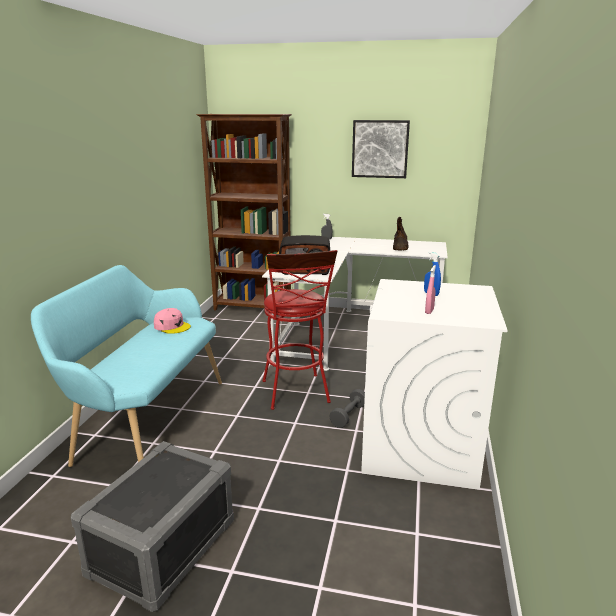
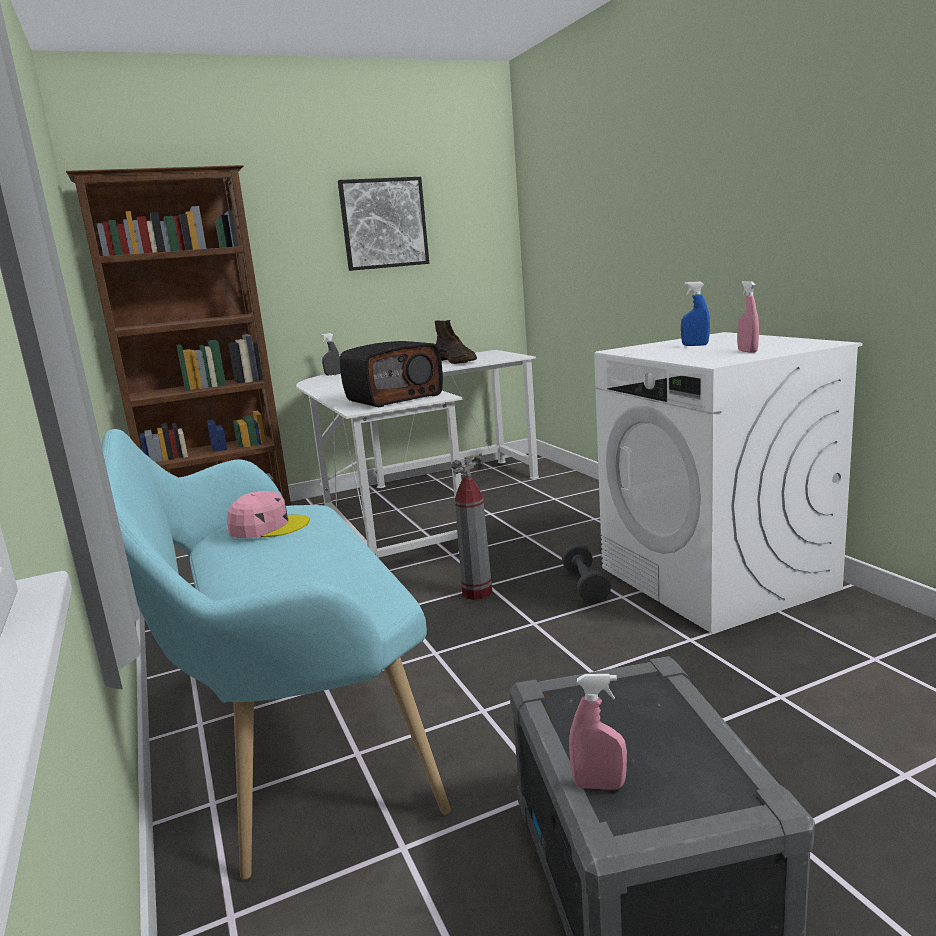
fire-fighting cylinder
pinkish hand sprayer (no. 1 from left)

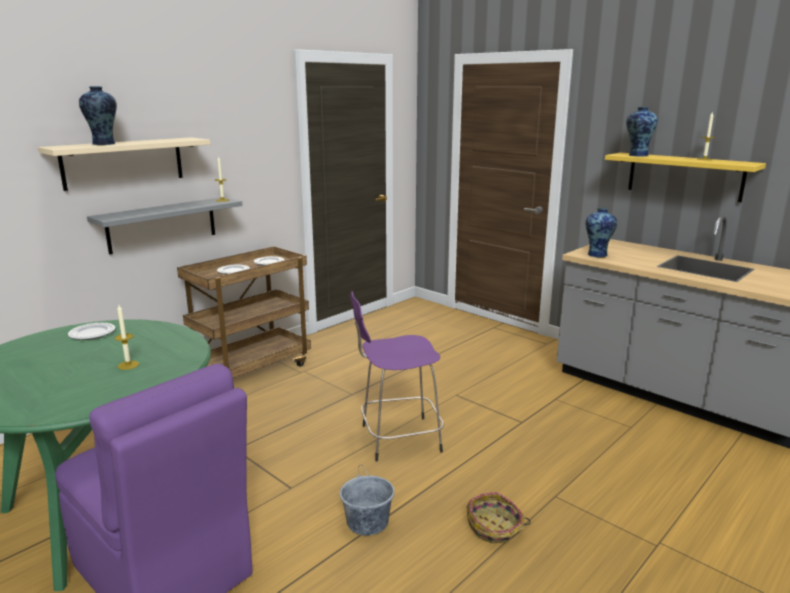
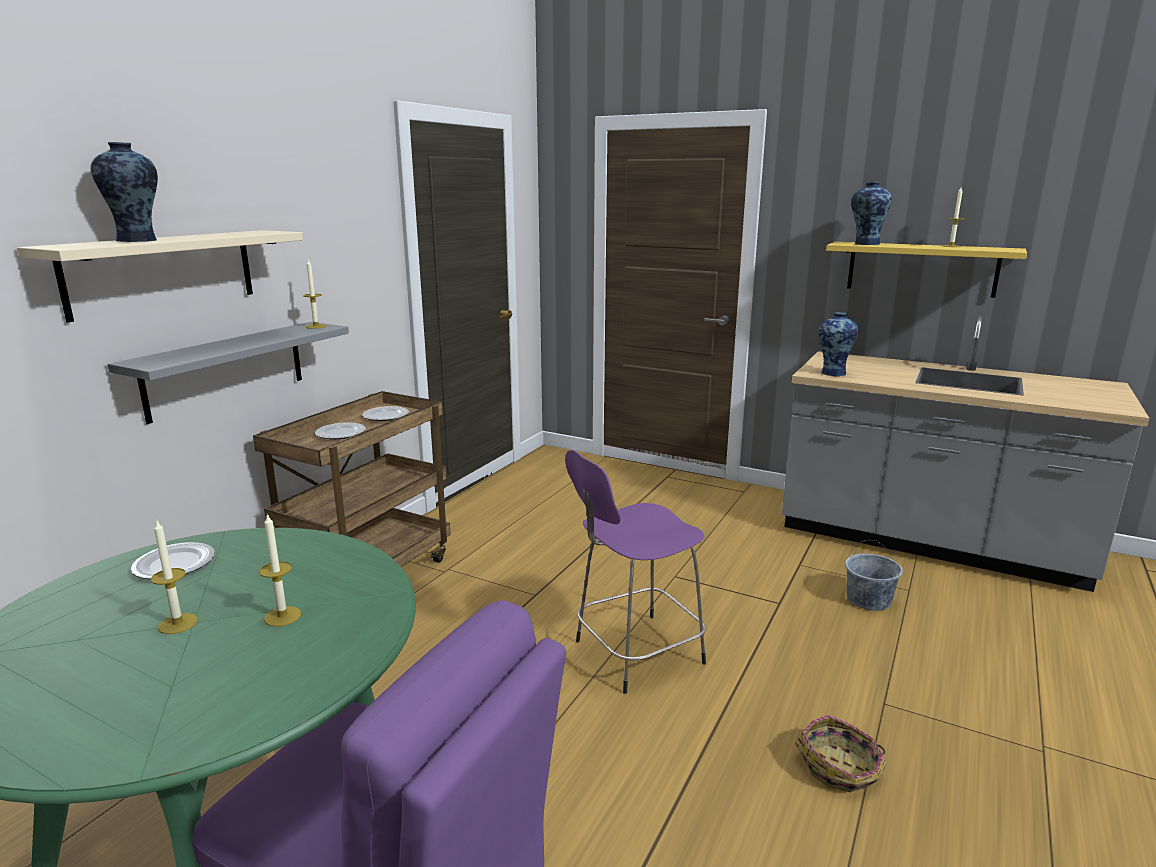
wax light (no. 1 from left)
gray bucket

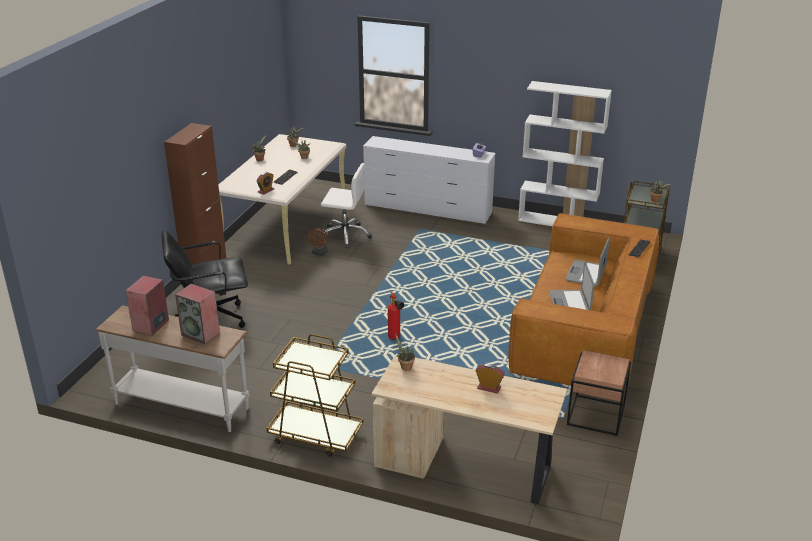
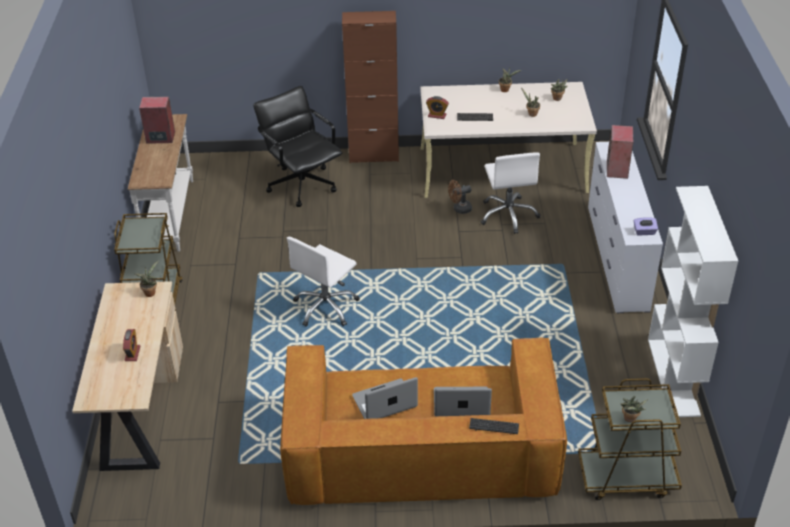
whitish computer chair (no. 1 from left)
audio speaker (no. 2 from left)
brown accent table

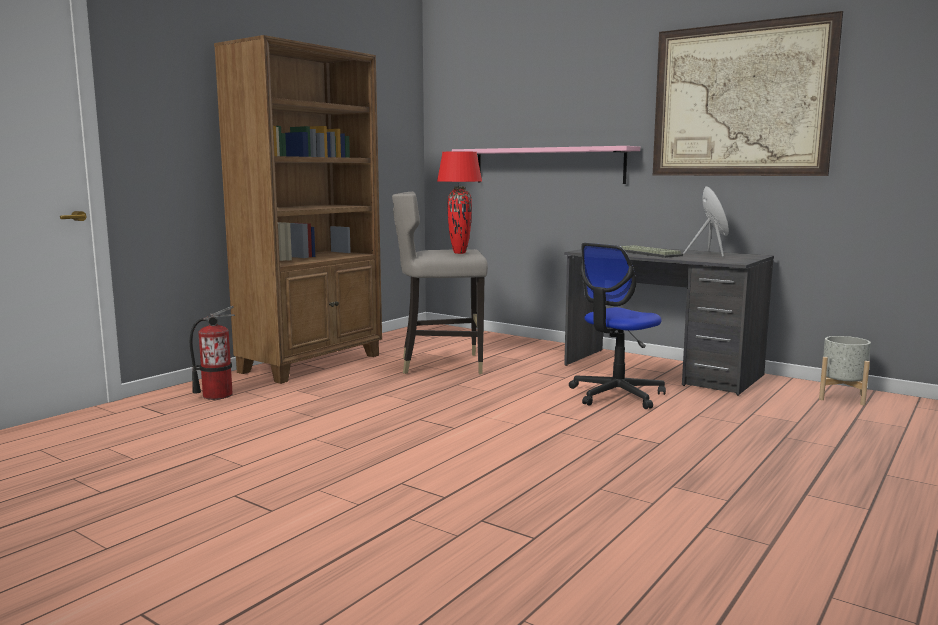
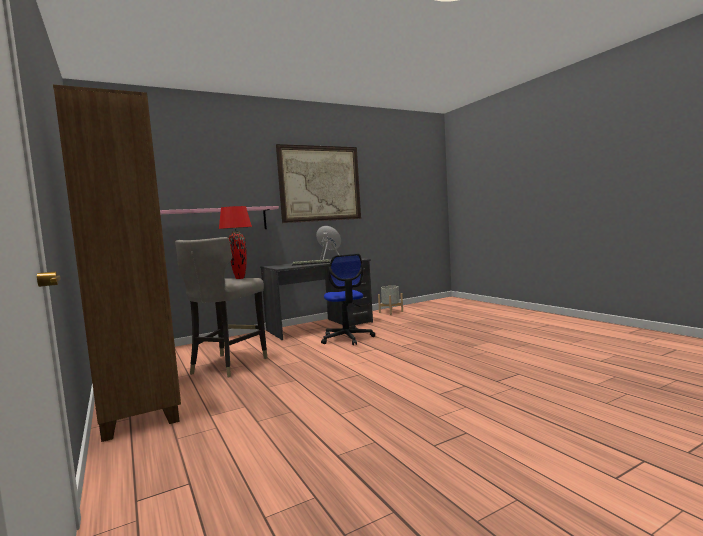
fire-fighting cylinder

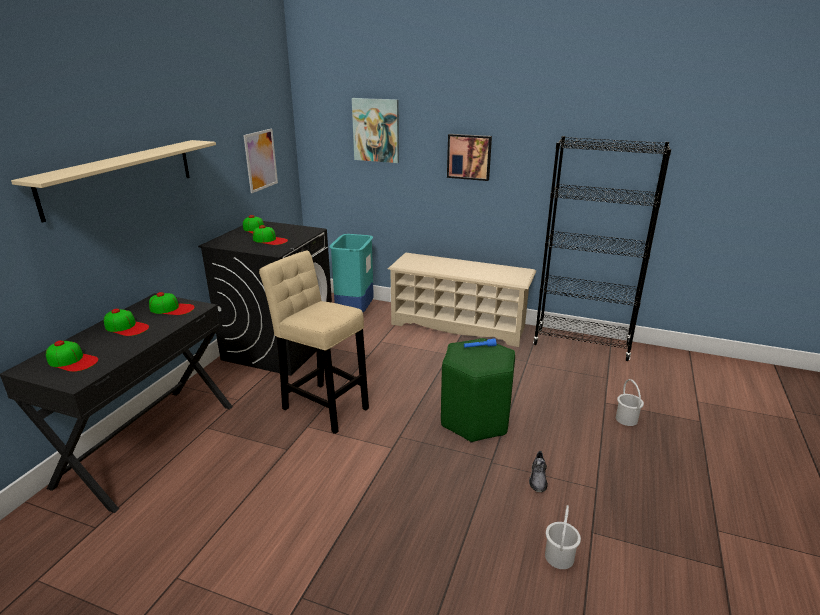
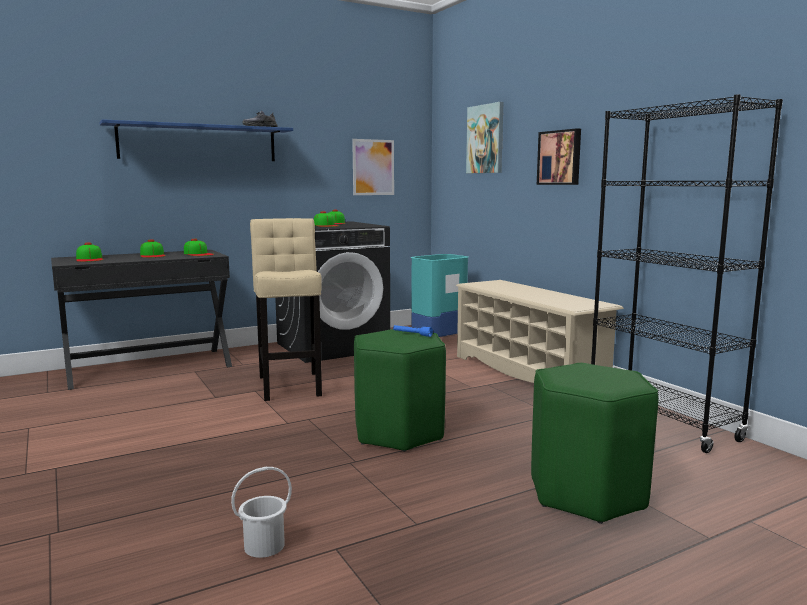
bluish wall shelf
gray item of footwear
green stool seat (no. 2 from left)

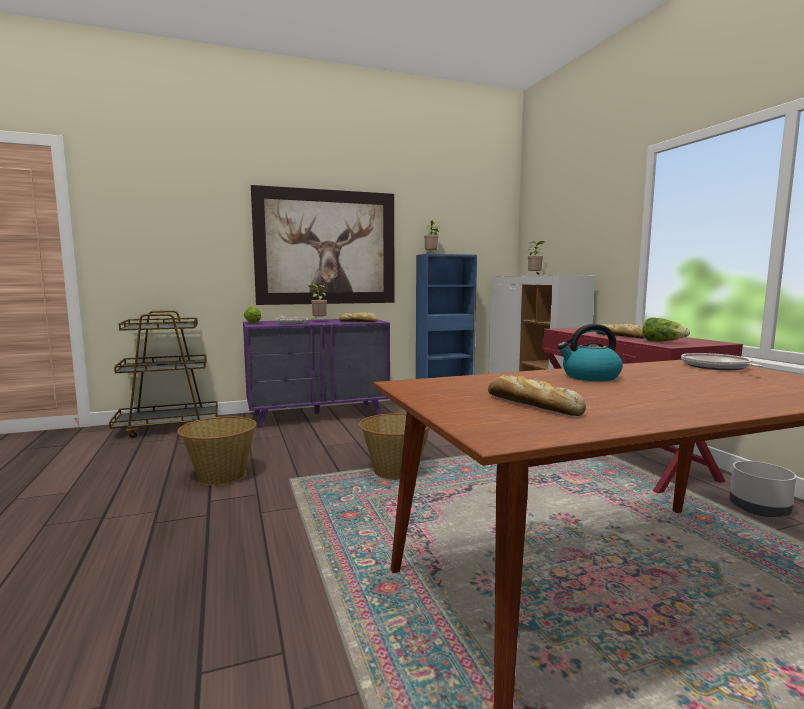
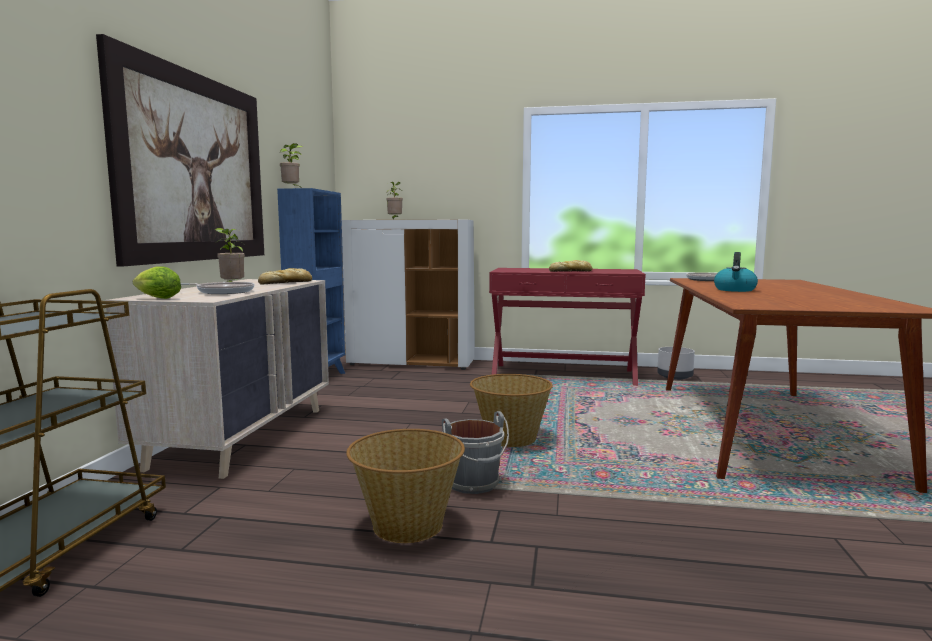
beige-coloured chest of drawers
gray bucket
bakery bread (no. 2 from left in the first image)
lettuce head (no. 2 from left in the first image)

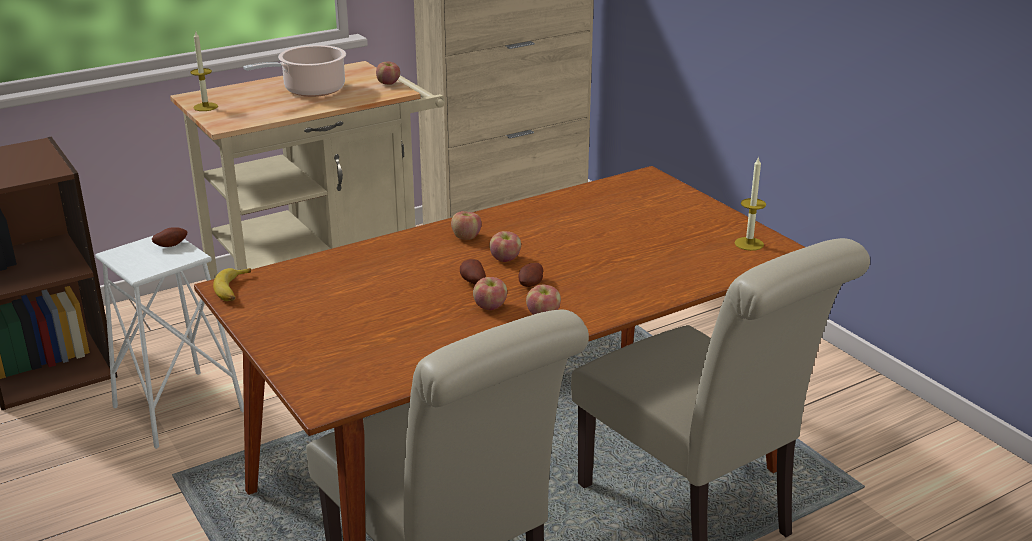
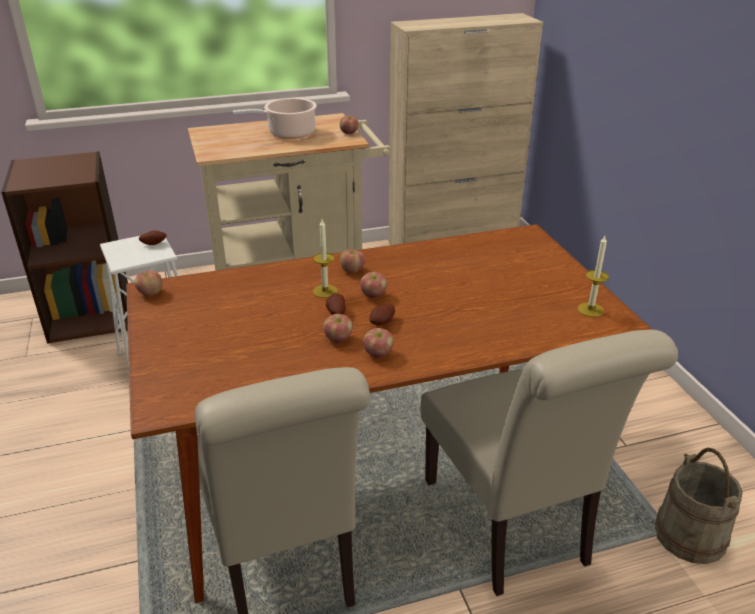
whole apple (no. 1 from left)
wax light (no. 1 from left)
beige-coloured bucket

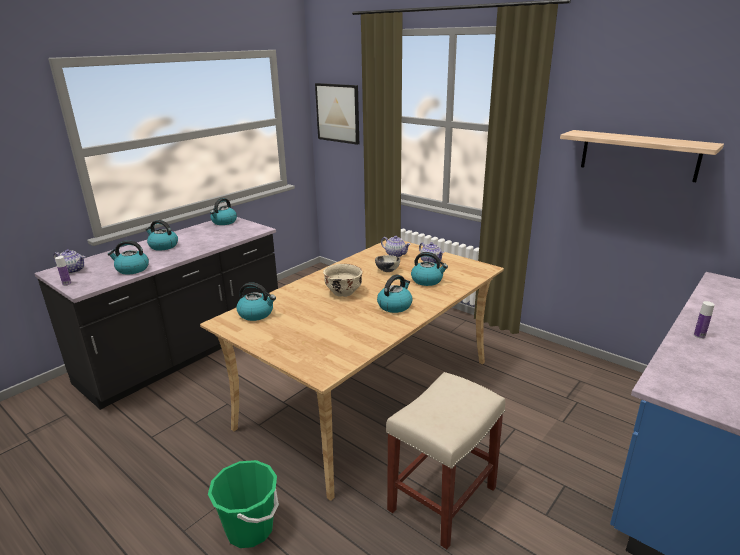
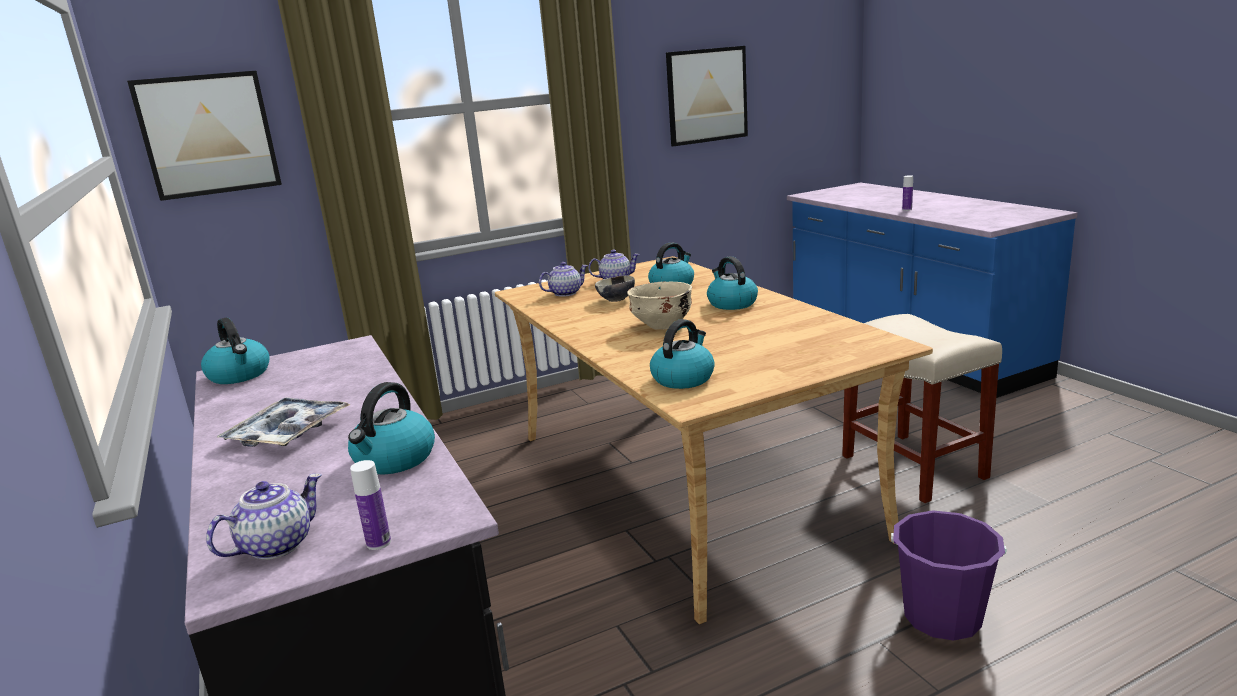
serving tray
wall picture (no. 2 from left)
purple-coloured bucket

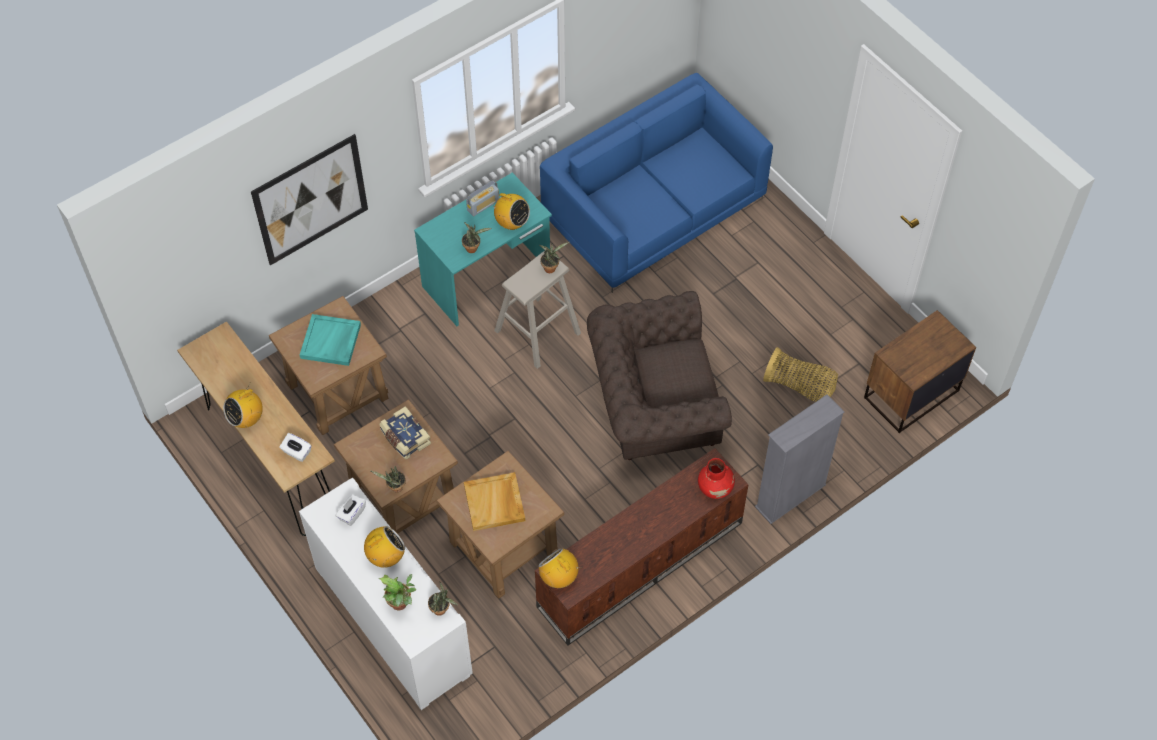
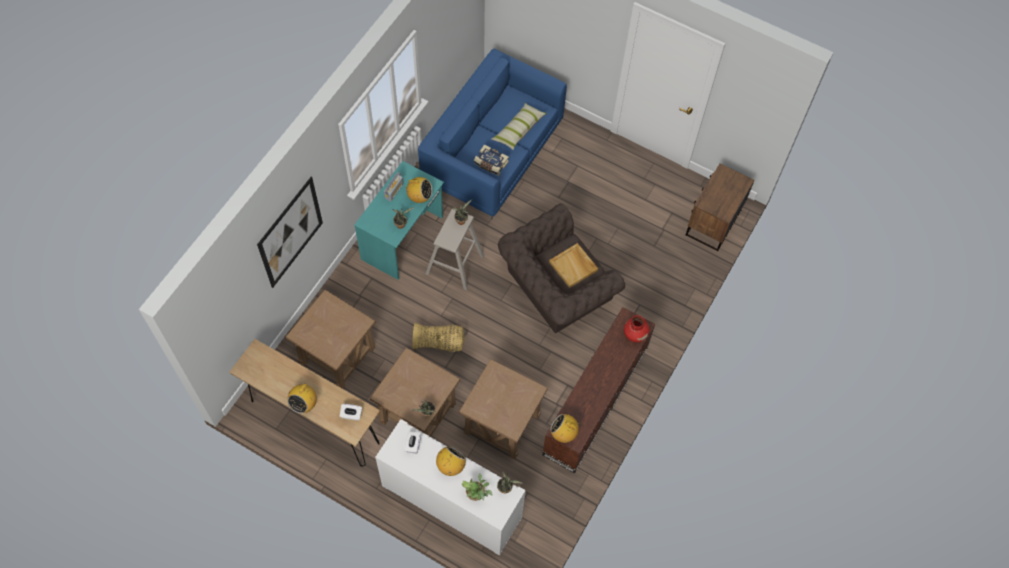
storage basket
book
pillow
beige-coloured serving tray
turquoise serving tray
gray bookcase

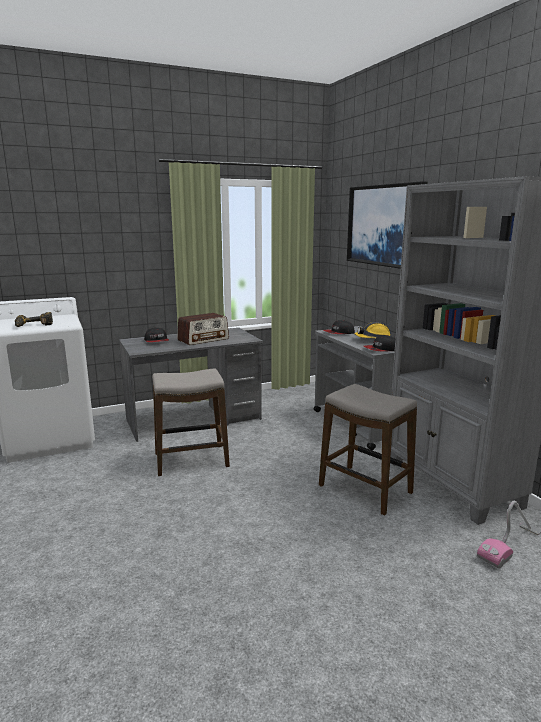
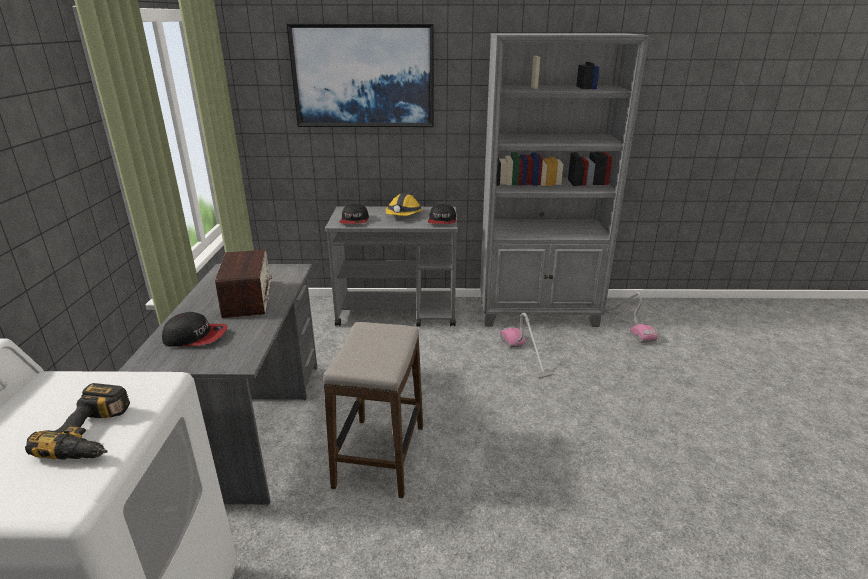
vacuum (no. 1 from left)

